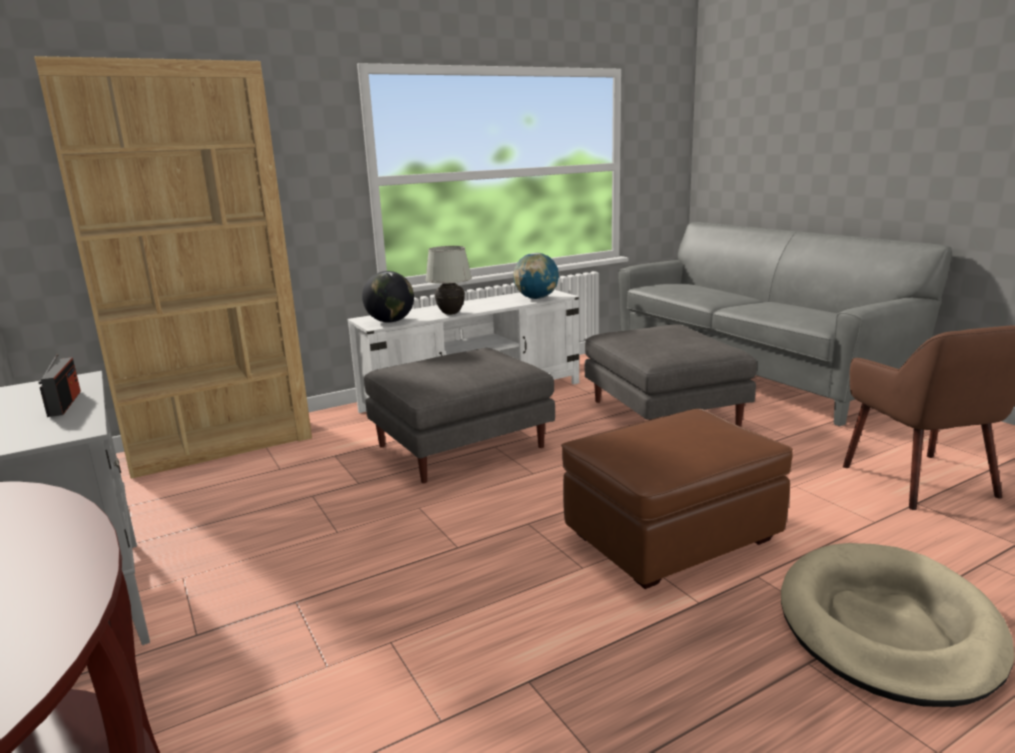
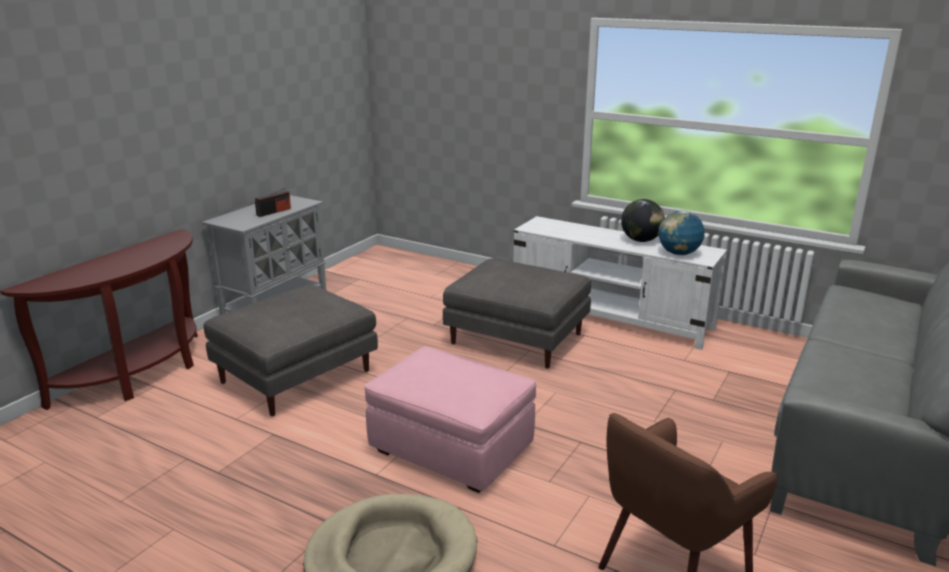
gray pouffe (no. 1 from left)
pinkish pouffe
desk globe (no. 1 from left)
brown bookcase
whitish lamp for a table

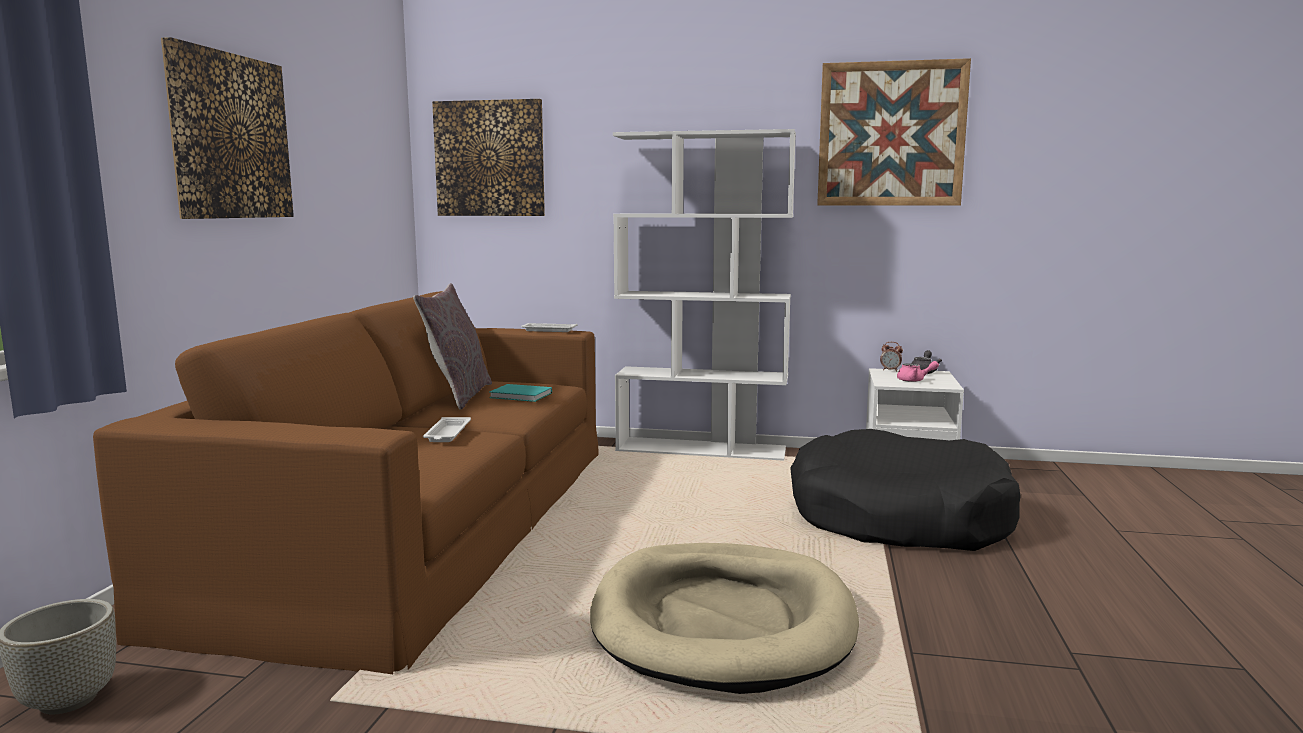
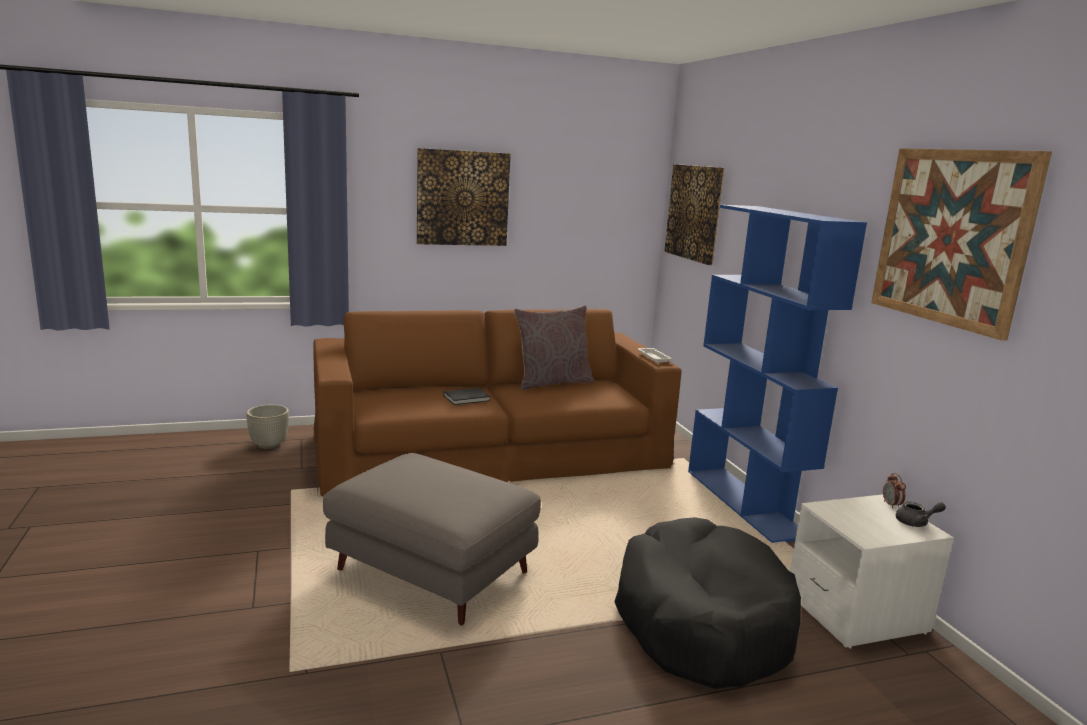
gray pouffe
black-coloured book
bluish bookcase
turquoise book
pinkish tea pot

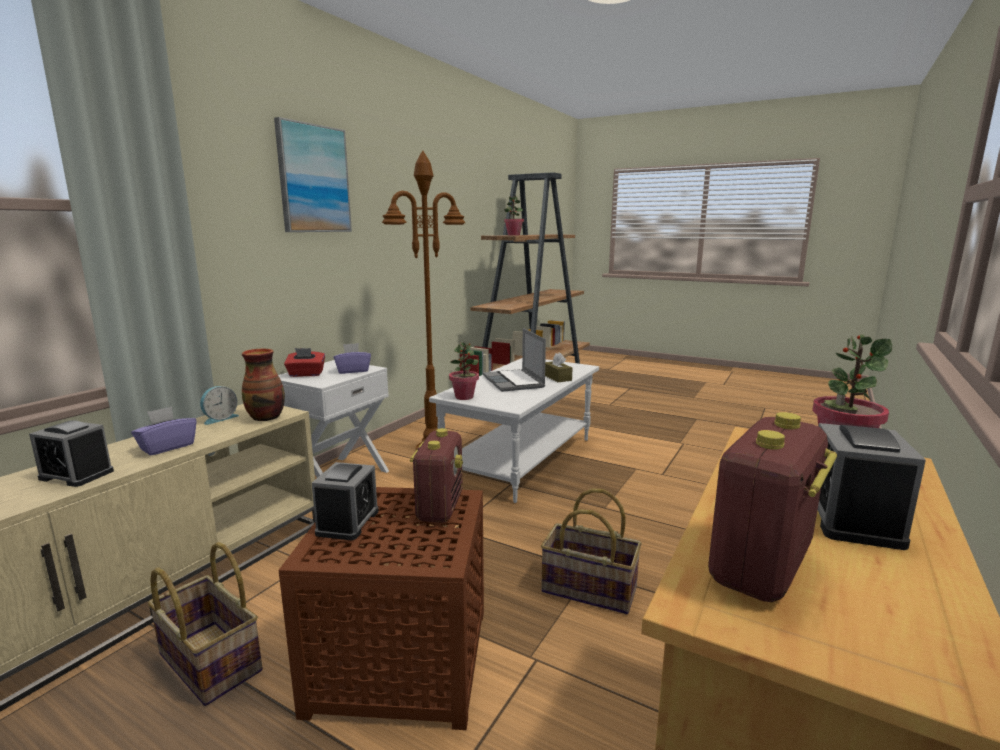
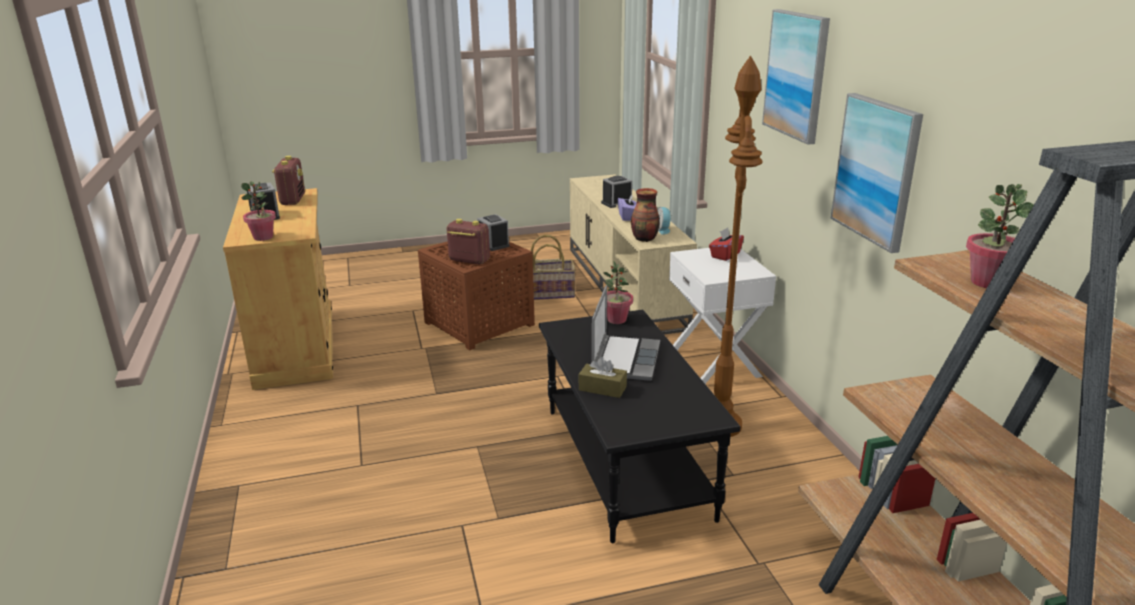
radio (no. 2 from left)
black-coloured low table
portable computer
wall picture (no. 2 from left)
purple-coloured box of tissues (no. 2 from left in the first image)
storage basket (no. 2 from left in the first image)

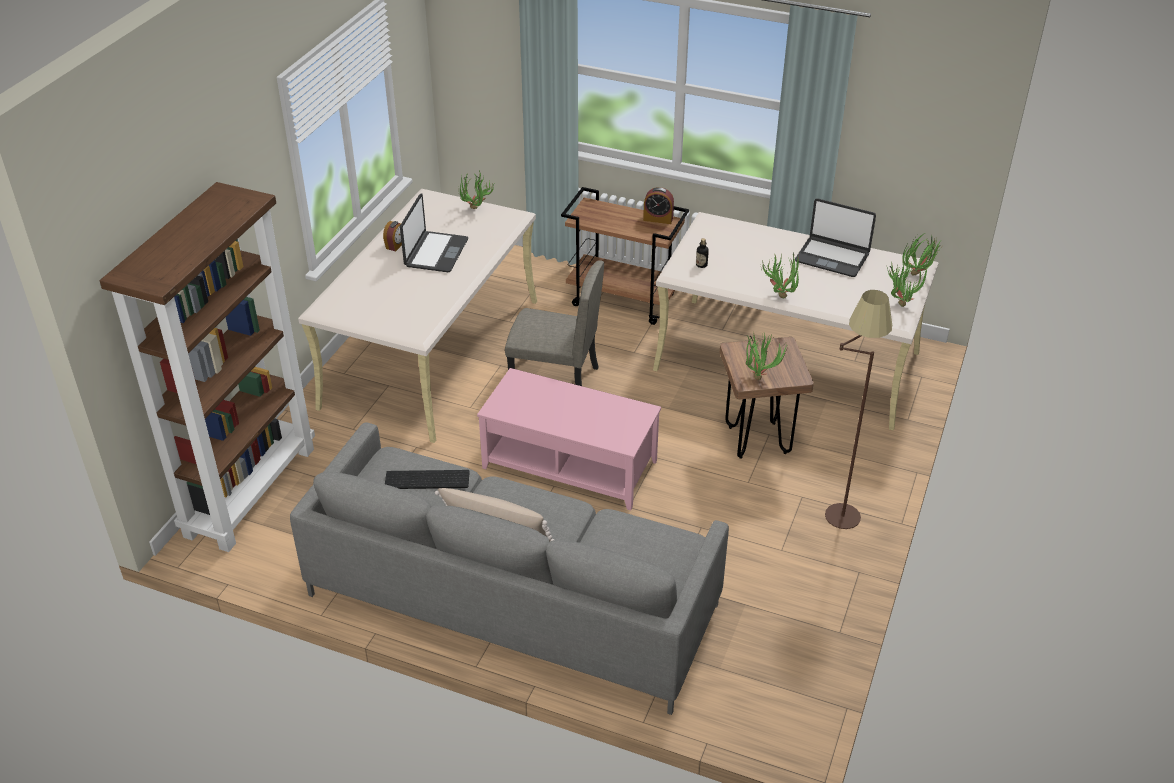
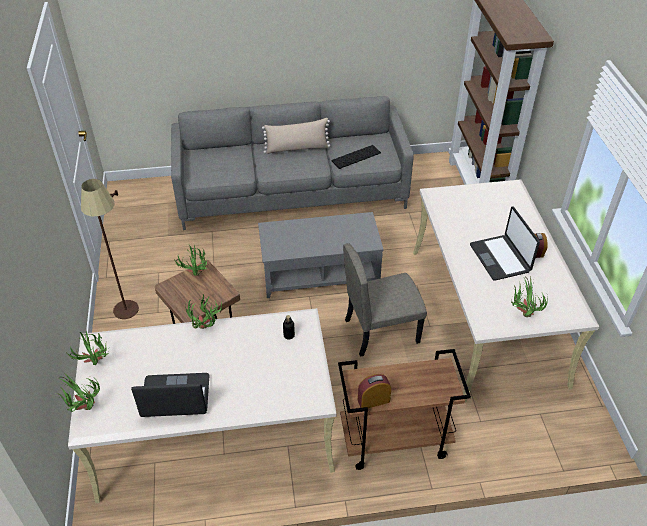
gray low table

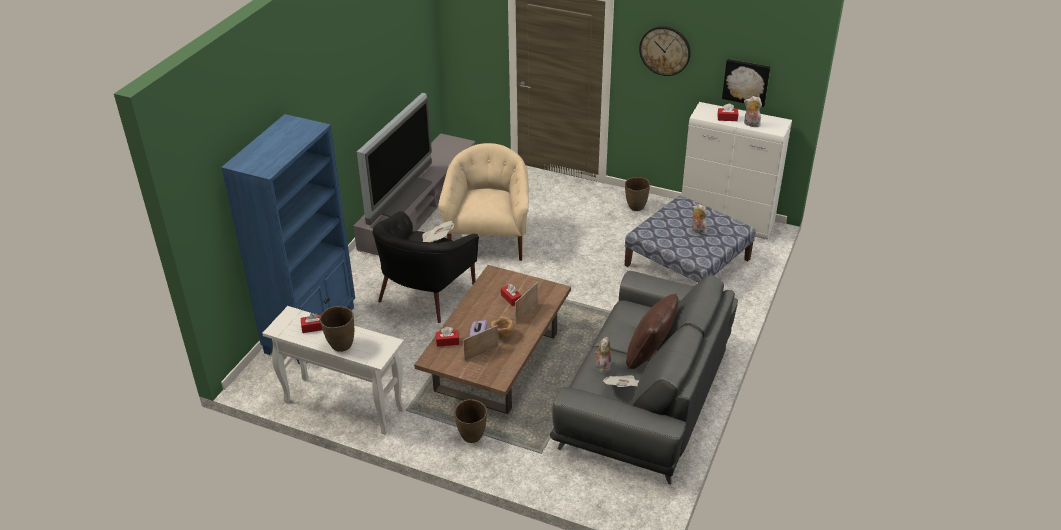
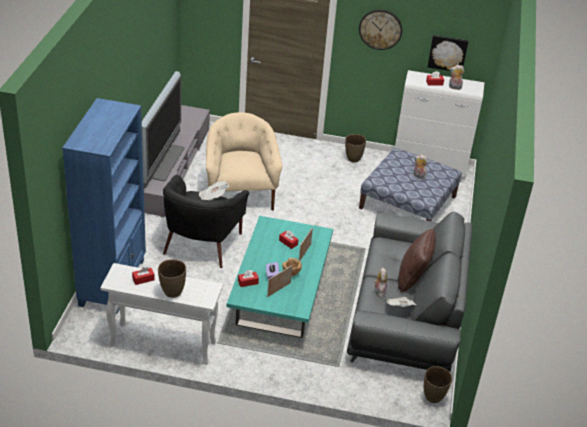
turquoise low table
brown vase (no. 3 from left)

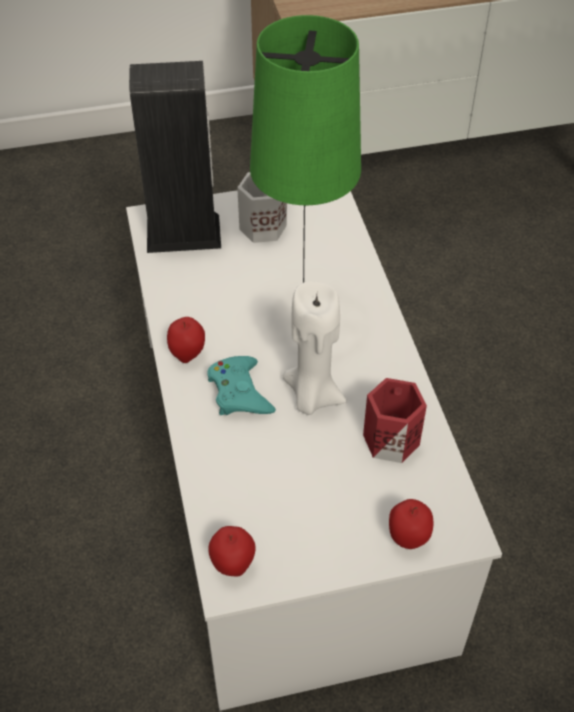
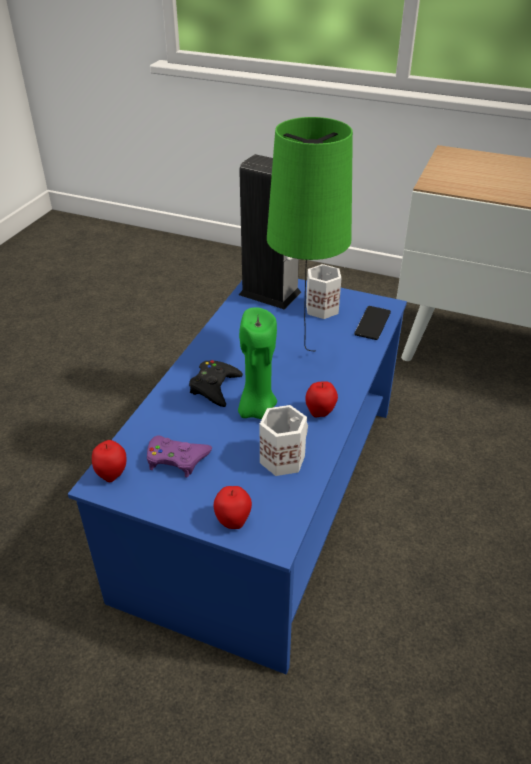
bluish low table
purple-coloured game controller
black-coloured game controller
green wax light
whitish tea mug (no. 1 from left)
whole apple (no. 3 from left)
telephone

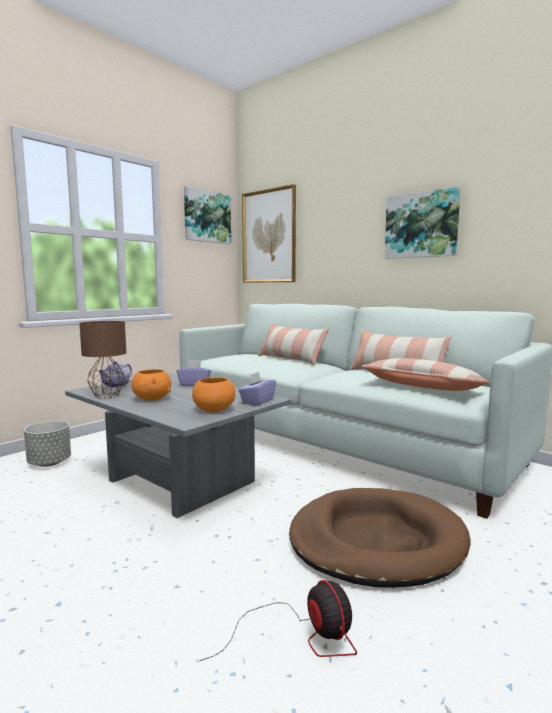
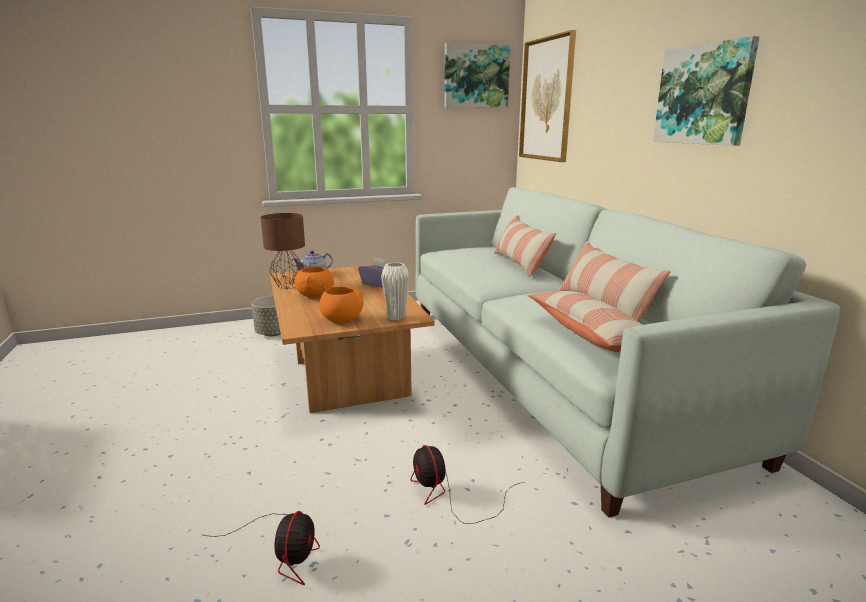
brown low table
whitish vase
electric fan (no. 2 from left)

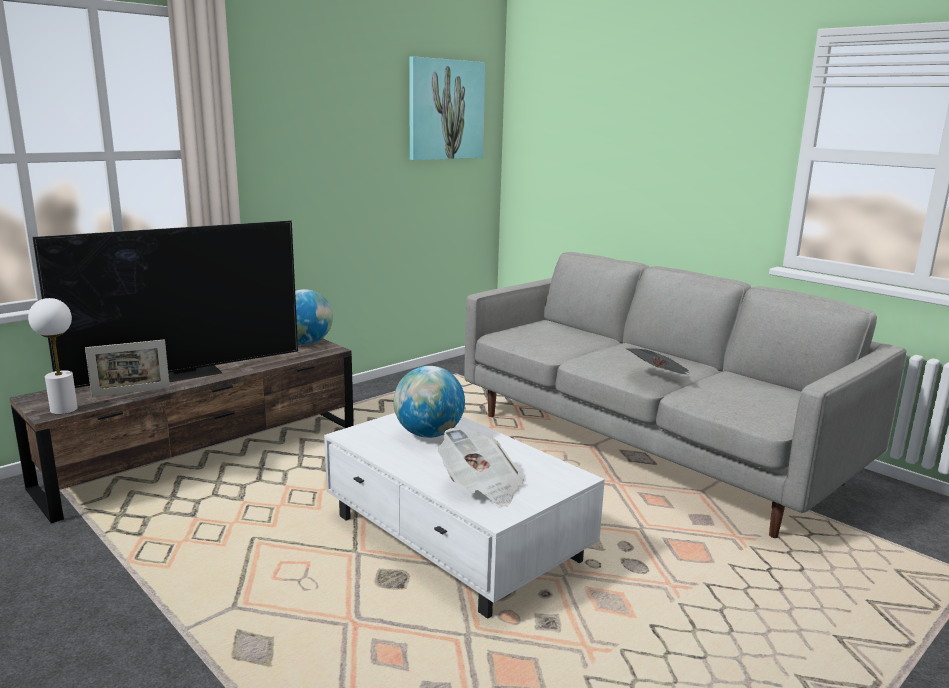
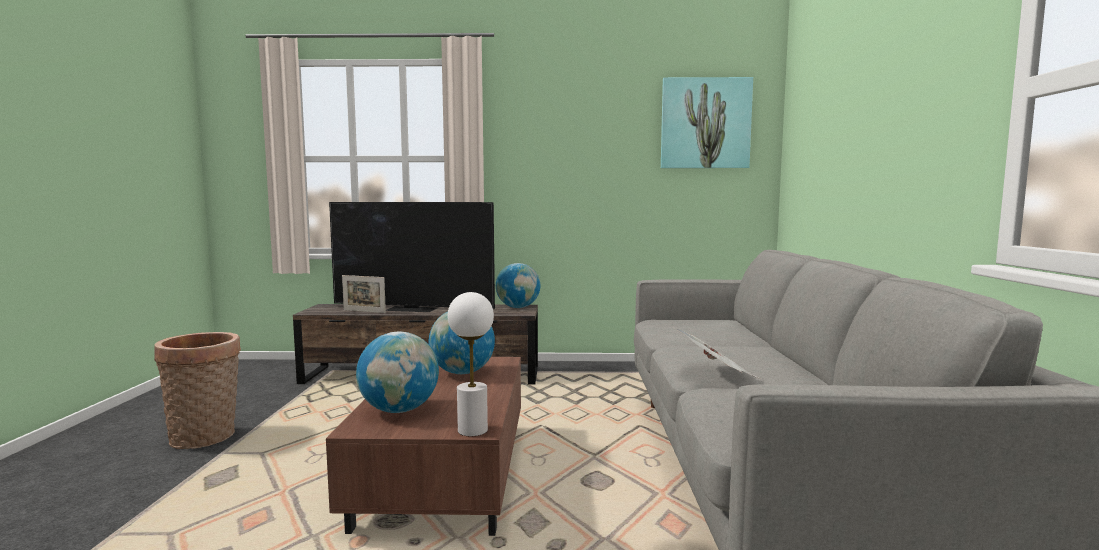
storage basket
brown low table
desk globe (no. 1 from left)
whitish lamp for a table

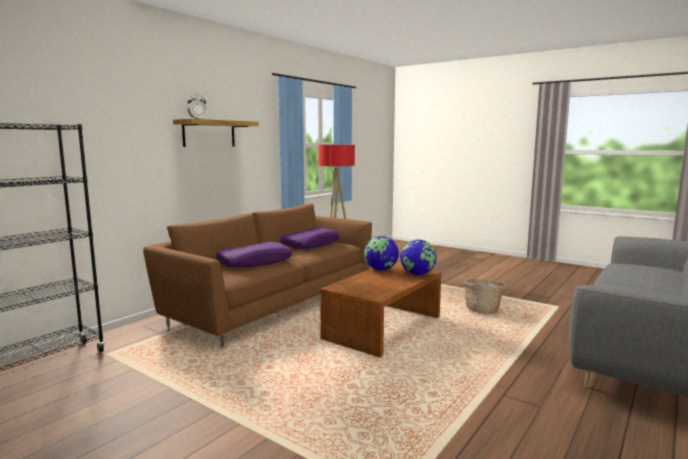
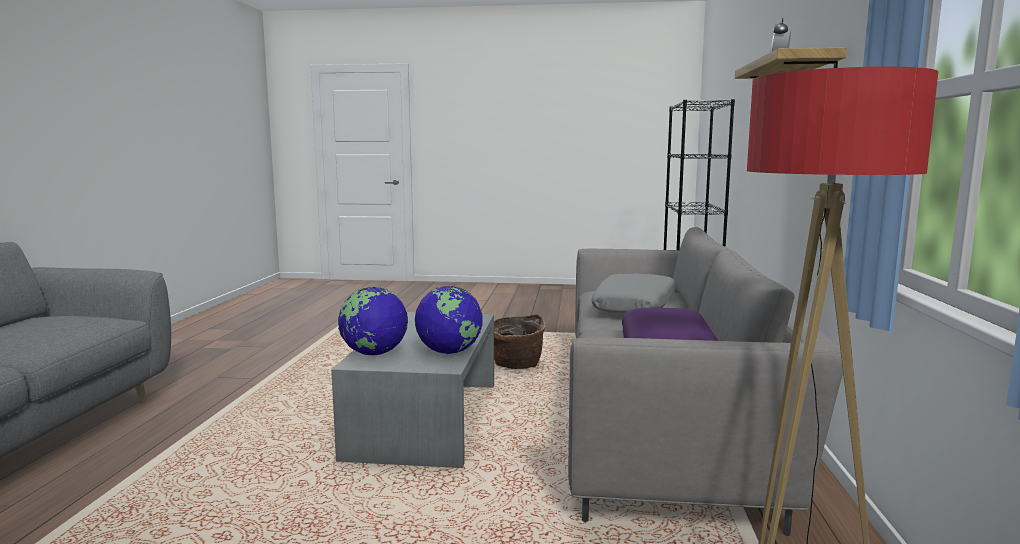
gray low table
storage basket
gray settee (no. 2 from left)
gray pillow

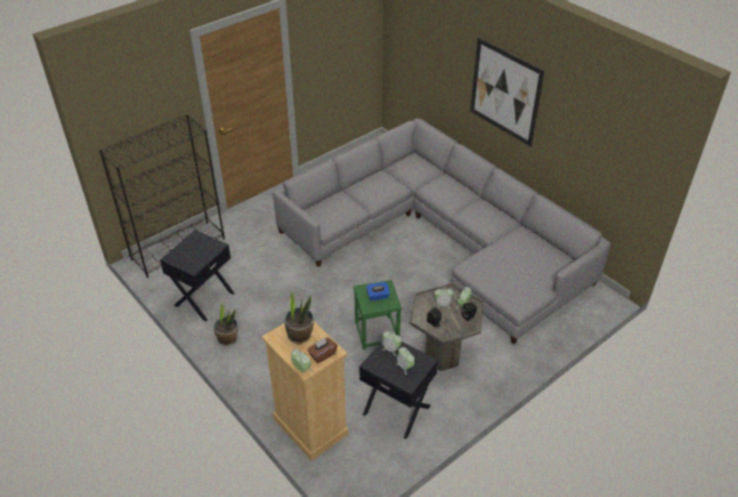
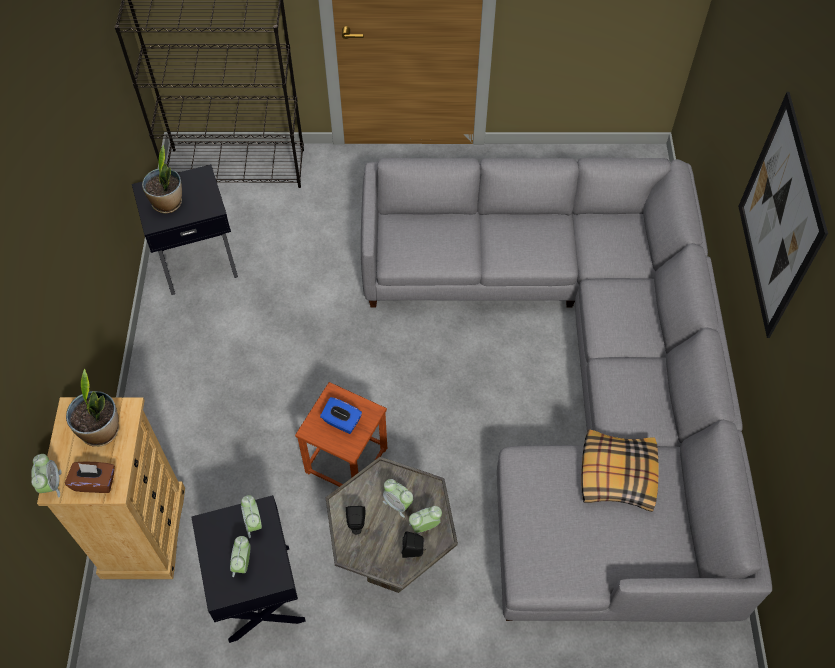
potted plant (no. 2 from left)
brown stool seat
pillow

